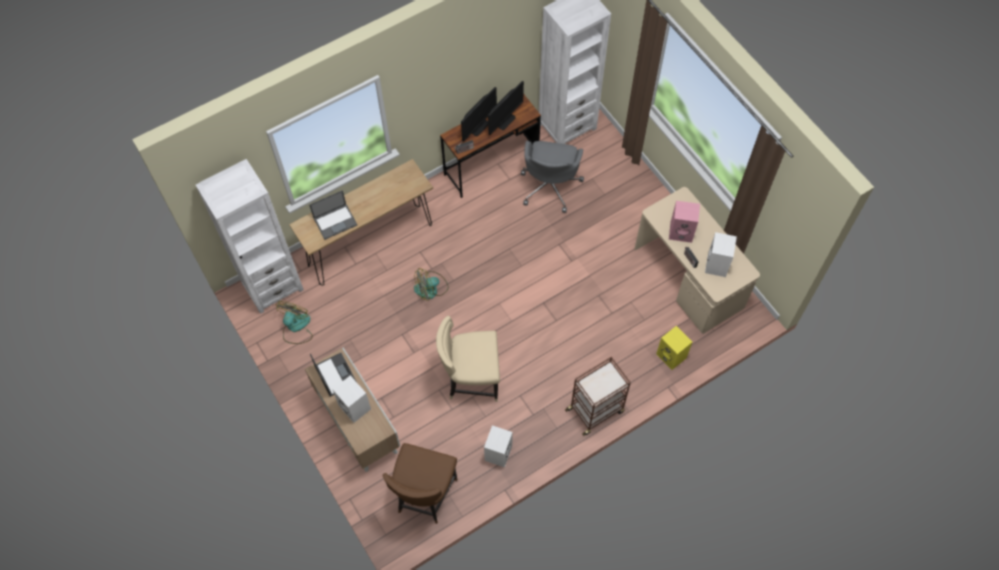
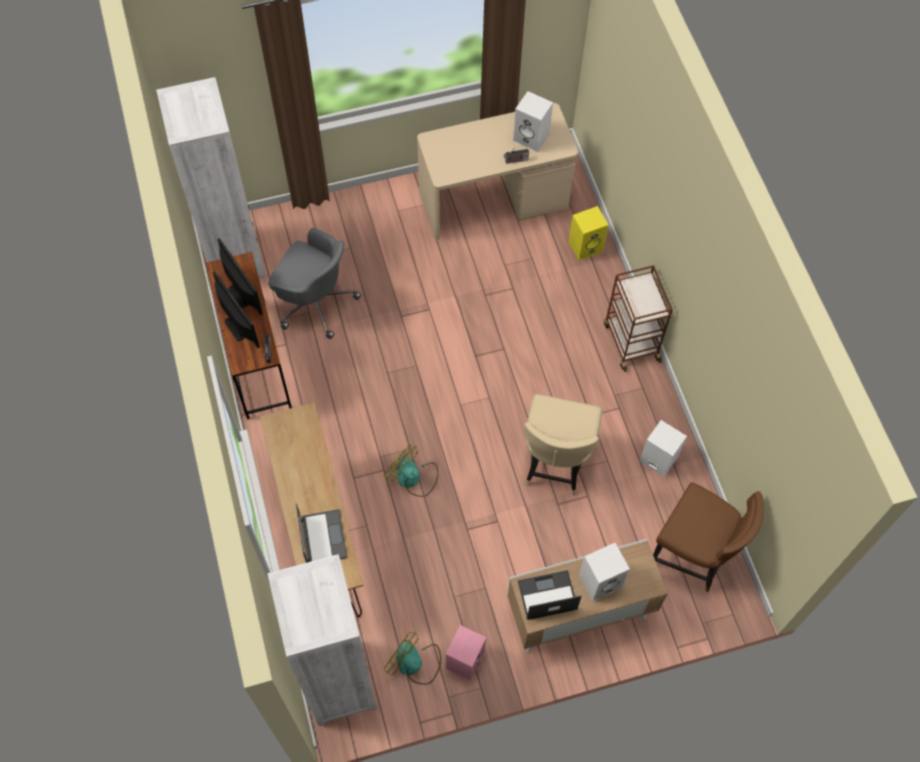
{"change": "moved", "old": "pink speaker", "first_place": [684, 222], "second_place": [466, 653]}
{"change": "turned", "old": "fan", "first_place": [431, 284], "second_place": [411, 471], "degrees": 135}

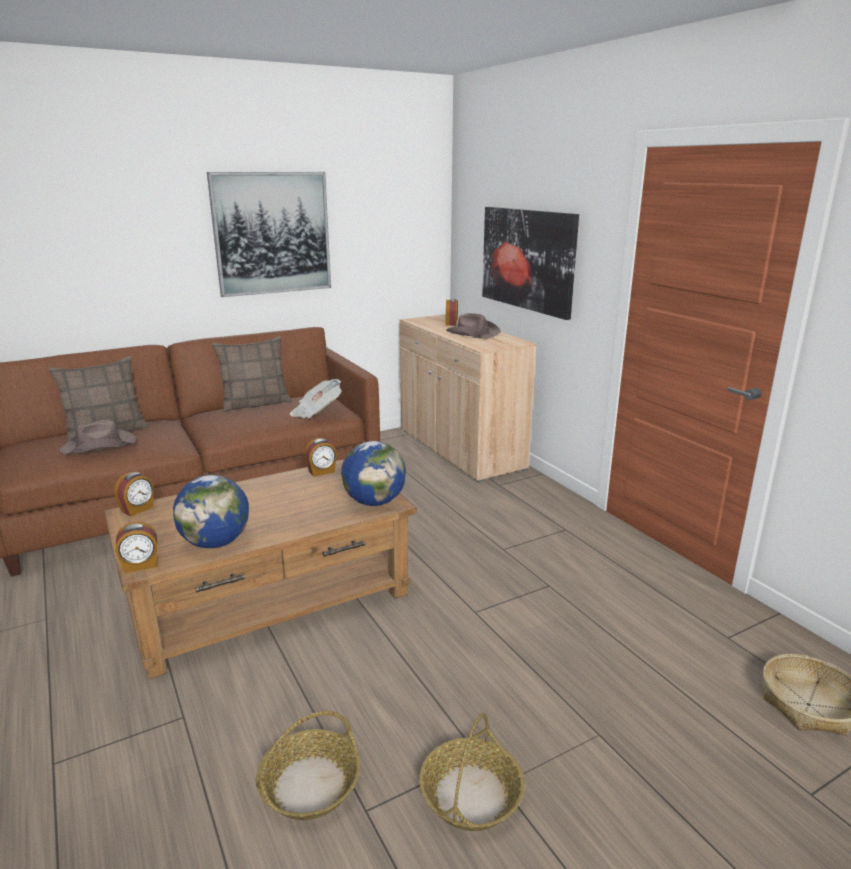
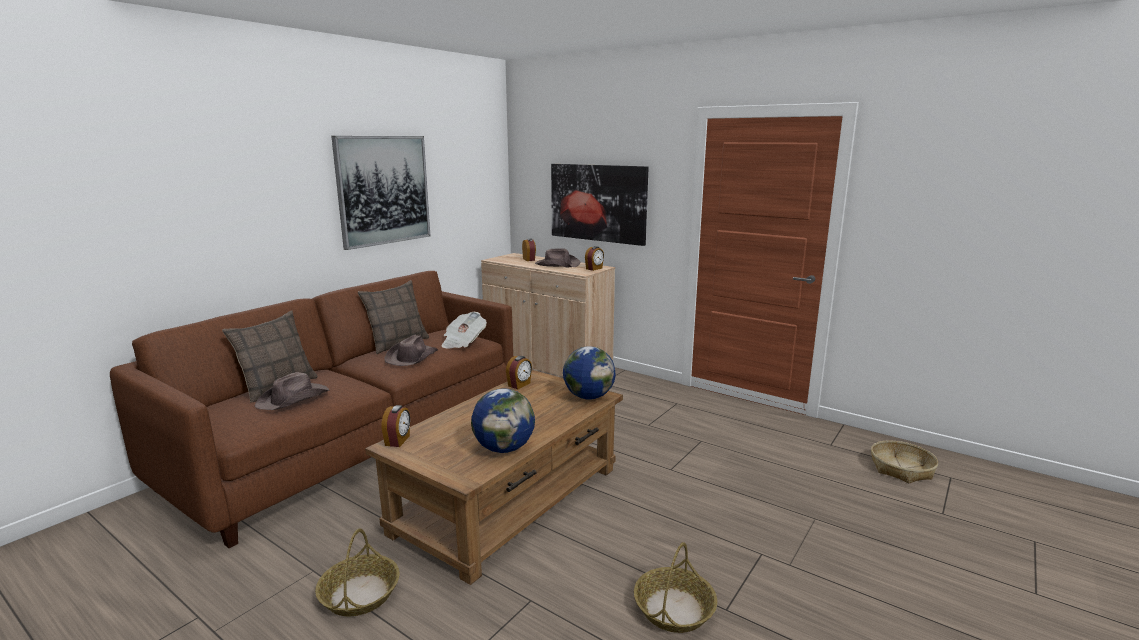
{"change": "added", "new": "brown hat", "second_place": [411, 350]}
{"change": "moved", "old": "alarm clock", "first_place": [136, 547], "second_place": [594, 258]}
{"change": "moved", "old": "basket", "first_place": [472, 772], "second_place": [357, 572]}

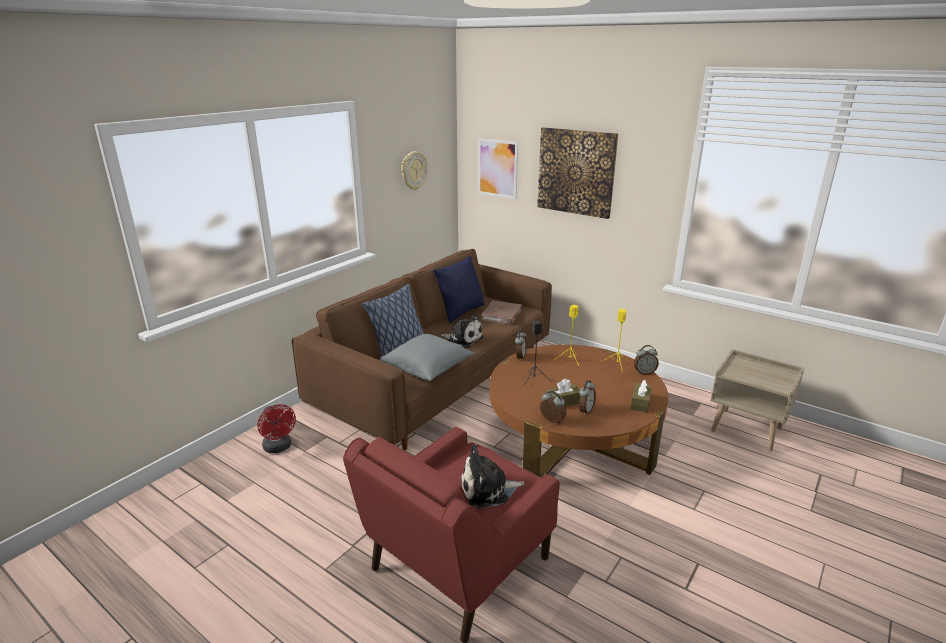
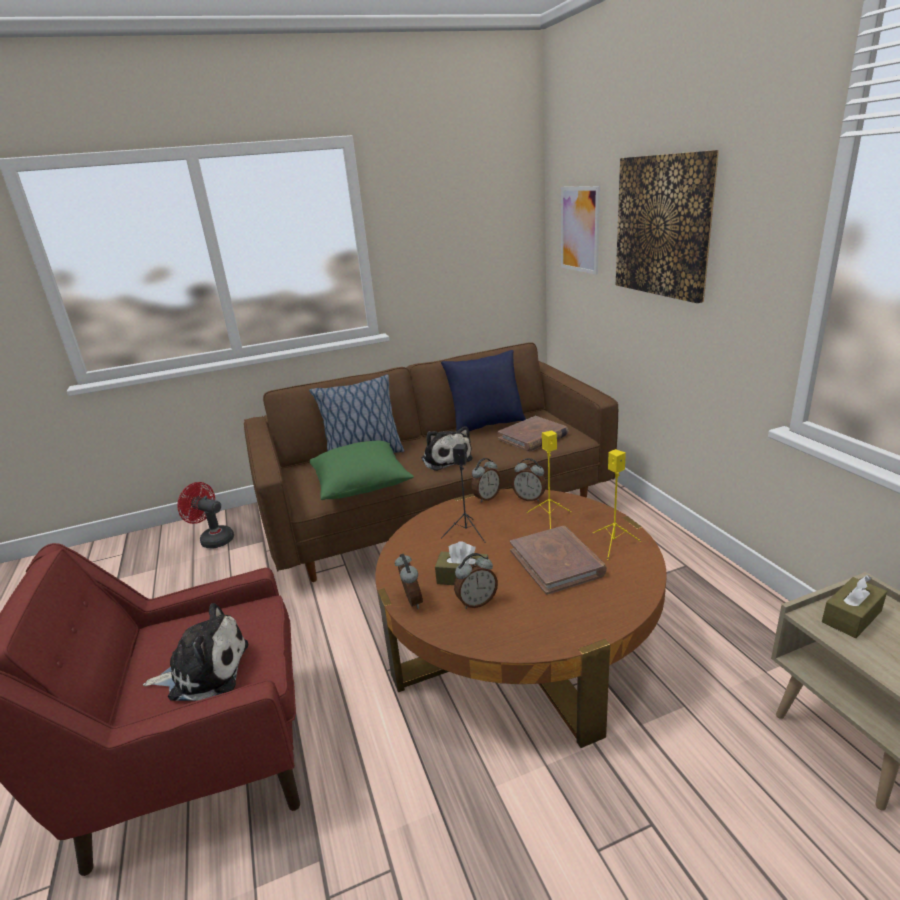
{"change": "removed", "old": "wall clock", "first_place": [414, 170]}
{"change": "added", "new": "brown book", "second_place": [558, 560]}
{"change": "moved", "old": "brown tissue box", "first_place": [641, 395], "second_place": [854, 606]}
{"change": "moved", "old": "alarm clock", "first_place": [646, 360], "second_place": [529, 480]}
{"change": "recoloured", "old": "grey pillow", "new": "green pillow", "first_place": [427, 357], "second_place": [362, 470]}
{"change": "turned", "old": "red fan", "first_place": [276, 428], "second_place": [205, 515], "degrees": 120}
{"change": "turned", "old": "plush toy", "first_place": [492, 476], "second_place": [195, 652], "degrees": 150}

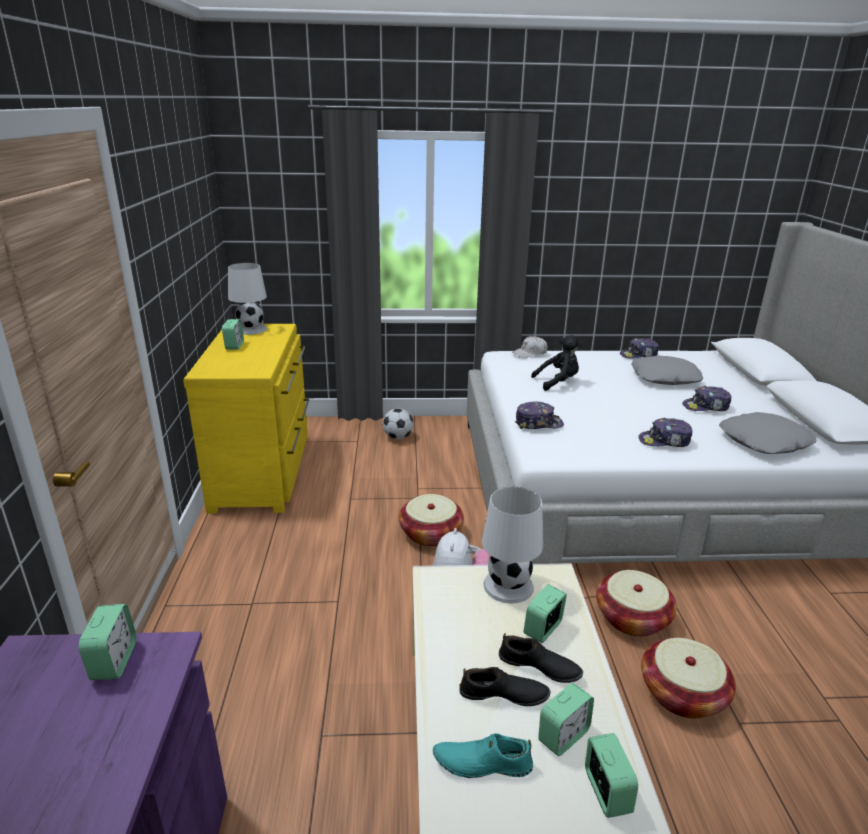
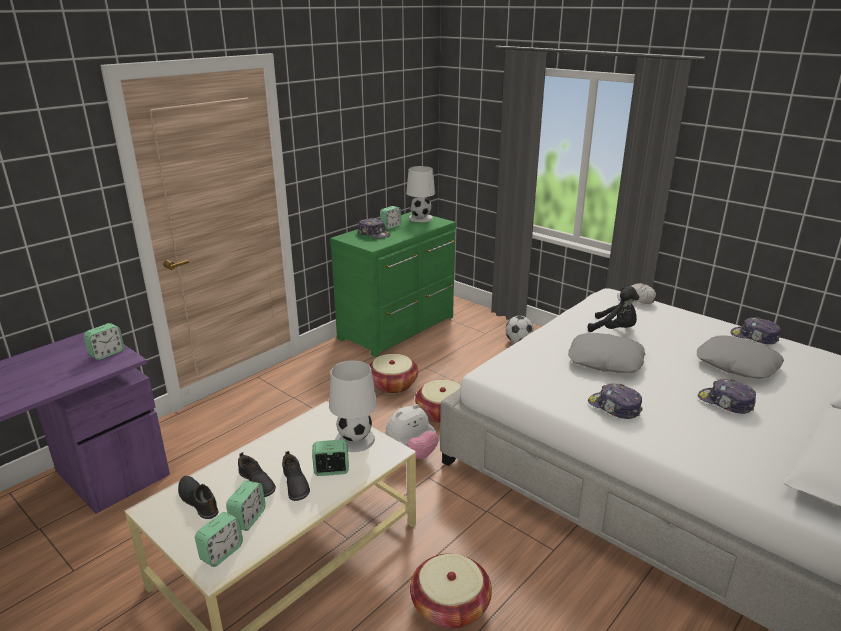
{"change": "moved", "old": "cap", "first_place": [539, 415], "second_place": [374, 228]}
{"change": "moved", "old": "basket", "first_place": [636, 603], "second_place": [393, 374]}
{"change": "moved", "old": "grey pillow", "first_place": [767, 433], "second_place": [606, 353]}
{"change": "recoloured", "old": "yellow dresser", "new": "green dresser", "first_place": [246, 419], "second_place": [393, 284]}
{"change": "recoloured", "old": "turquoise shoe", "new": "black shoe", "first_place": [483, 755], "second_place": [198, 497]}
{"change": "turned", "old": "alarm clock", "first_place": [566, 719], "second_place": [246, 505], "degrees": -75}

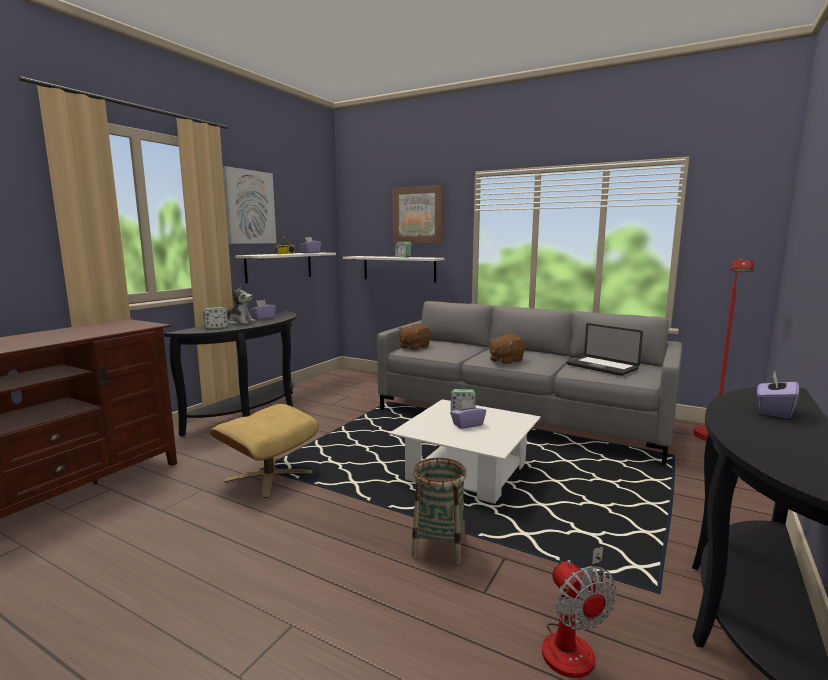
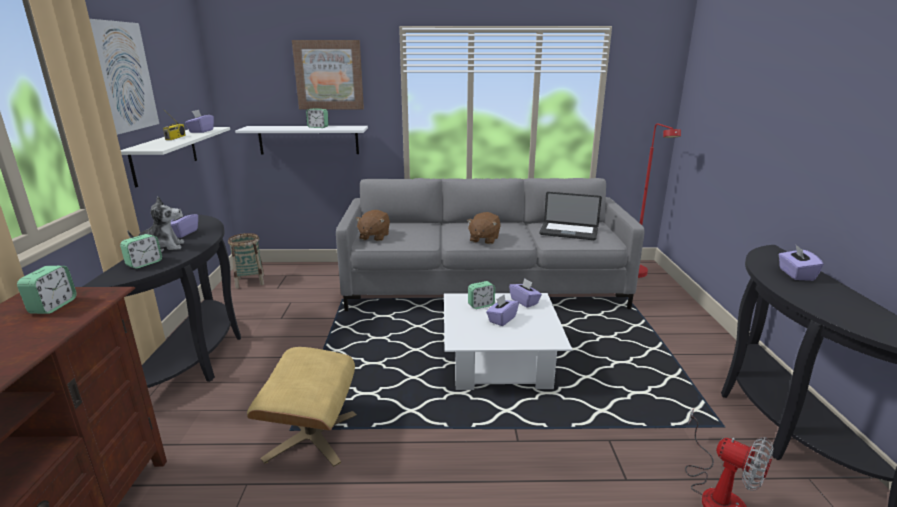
{"change": "added", "new": "alarm clock", "second_place": [47, 290]}
{"change": "added", "new": "purple tissue box", "second_place": [525, 293]}
{"change": "moved", "old": "basket", "first_place": [439, 511], "second_place": [246, 260]}

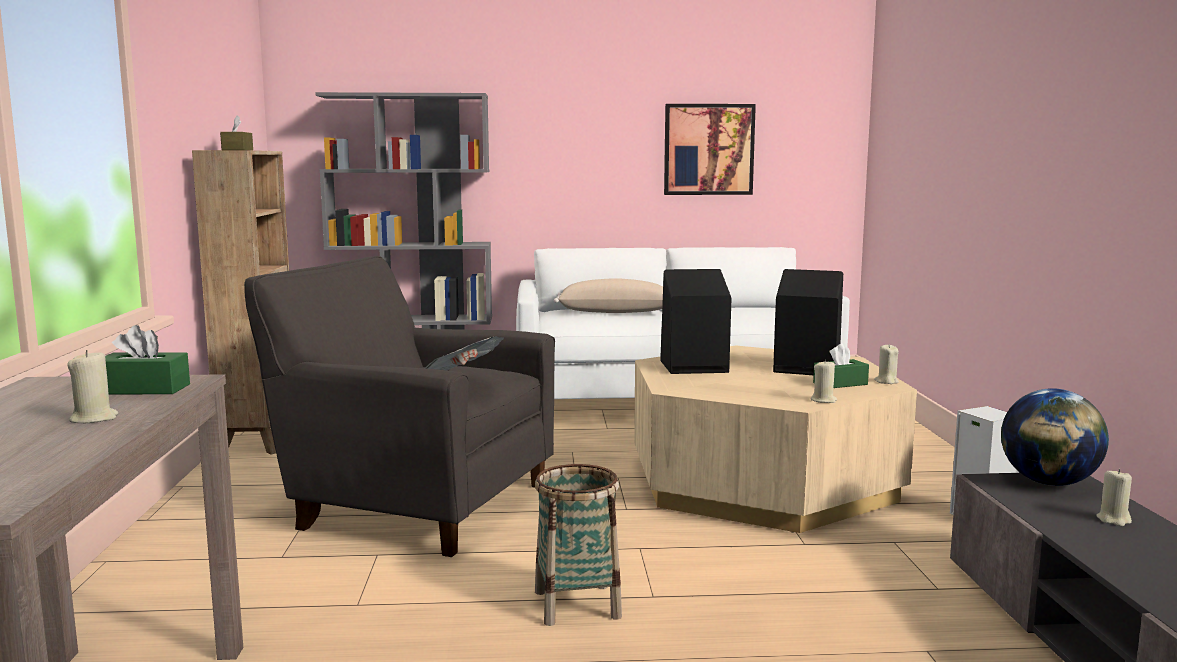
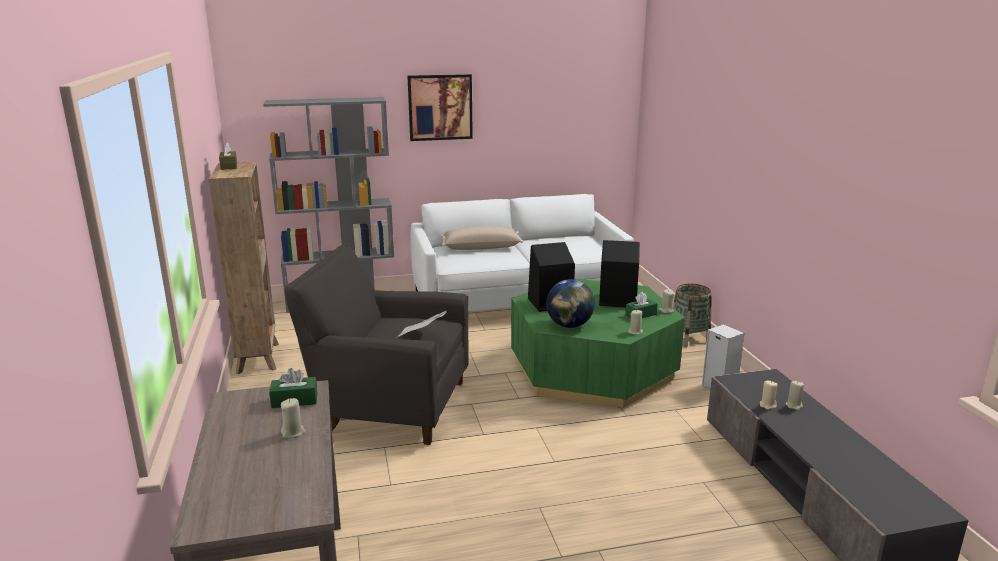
{"change": "added", "new": "beige candle", "second_place": [769, 395]}
{"change": "moved", "old": "basket", "first_place": [578, 545], "second_place": [692, 315]}
{"change": "moved", "old": "picture", "first_place": [710, 149], "second_place": [440, 107]}
{"change": "moved", "old": "globe", "first_place": [1055, 437], "second_place": [570, 303]}
{"change": "recoloured", "old": "beige coffee table", "new": "green coffee table", "first_place": [775, 439], "second_place": [598, 343]}

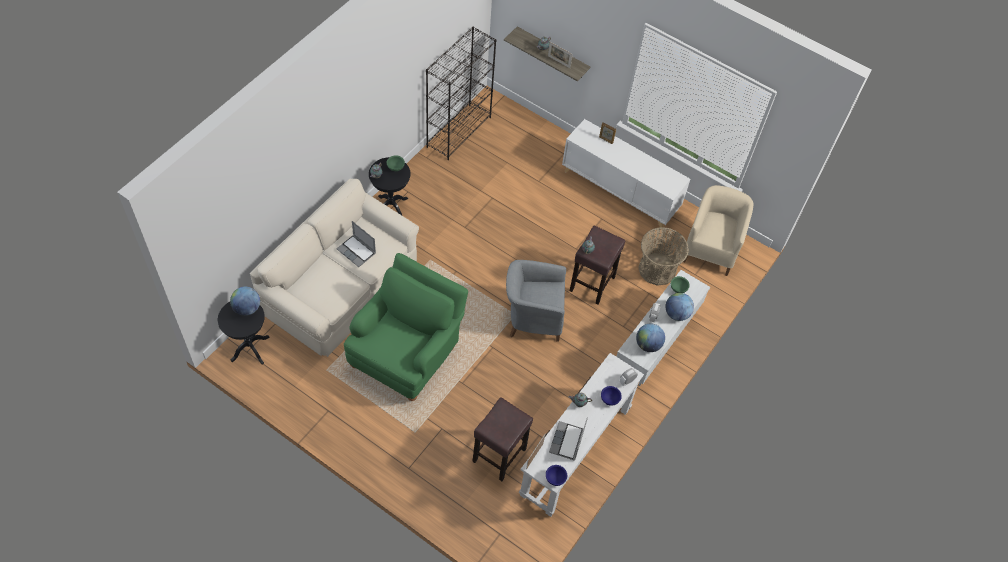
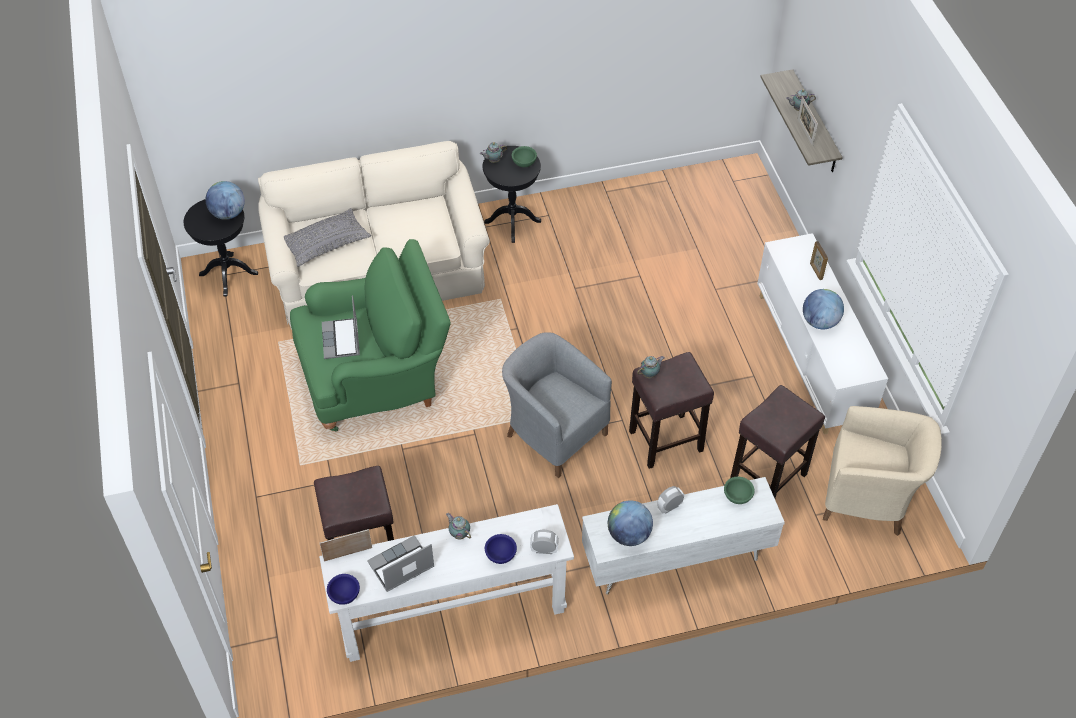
{"change": "removed", "old": "black bookcase", "first_place": [461, 93]}
{"change": "added", "new": "grey pillow", "second_place": [327, 237]}
{"change": "moved", "old": "laptop", "first_place": [356, 244], "second_place": [341, 327]}
{"change": "moved", "old": "globe", "first_place": [679, 307], "second_place": [823, 309]}
{"change": "replaced", "old": "basket", "new": "brown stool", "first_place": [663, 256], "second_place": [777, 441]}
{"change": "turned", "old": "beige armchair", "first_place": [718, 230], "second_place": [882, 471], "degrees": 45}

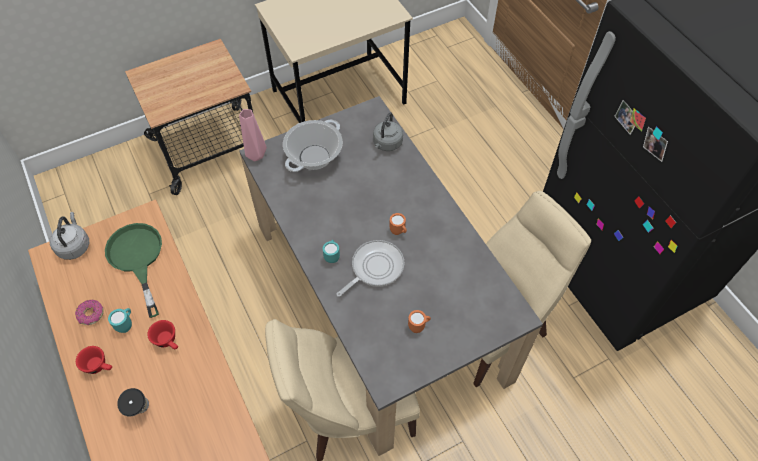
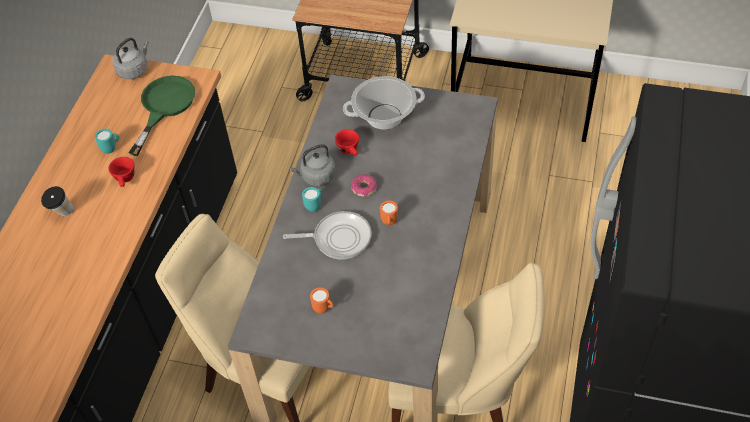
{"change": "removed", "old": "pink vase", "first_place": [253, 135]}
{"change": "moved", "old": "donut", "first_place": [89, 312], "second_place": [364, 185]}
{"change": "moved", "old": "red cup", "first_place": [94, 360], "second_place": [347, 142]}
{"change": "moved", "old": "grey kettle", "first_place": [388, 131], "second_place": [313, 165]}

